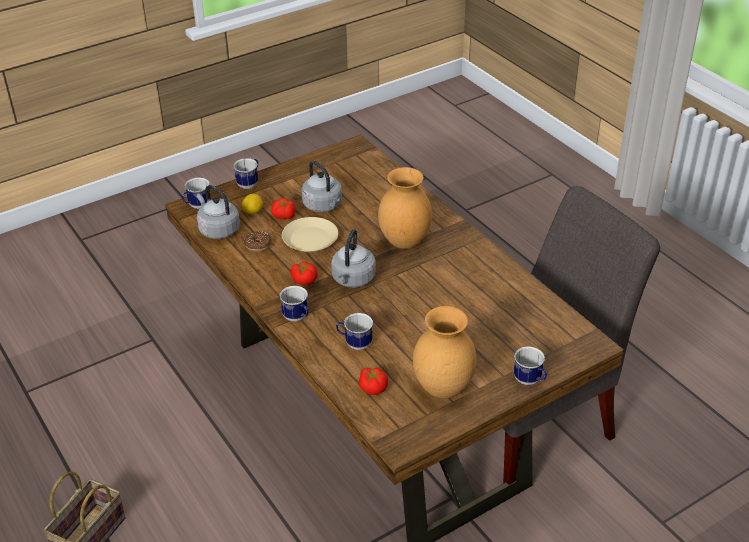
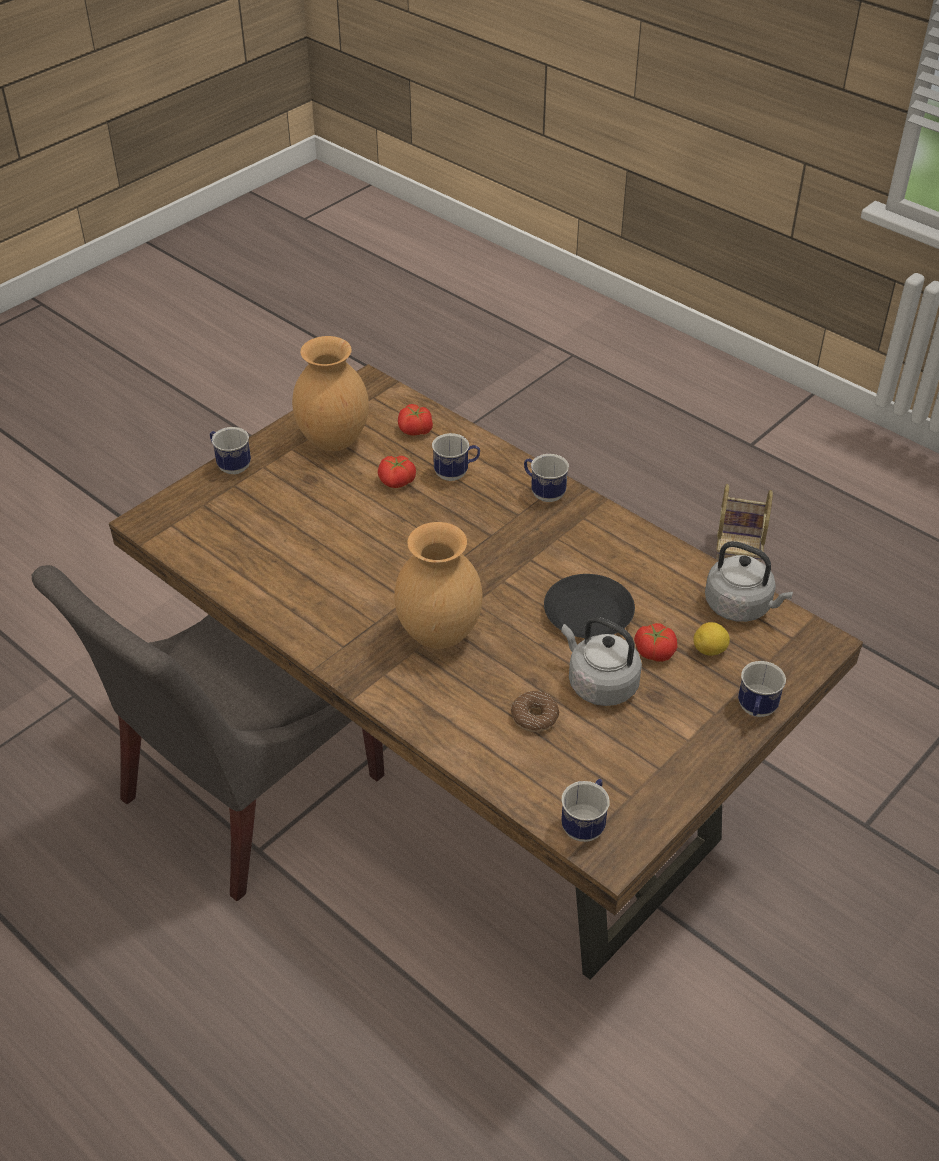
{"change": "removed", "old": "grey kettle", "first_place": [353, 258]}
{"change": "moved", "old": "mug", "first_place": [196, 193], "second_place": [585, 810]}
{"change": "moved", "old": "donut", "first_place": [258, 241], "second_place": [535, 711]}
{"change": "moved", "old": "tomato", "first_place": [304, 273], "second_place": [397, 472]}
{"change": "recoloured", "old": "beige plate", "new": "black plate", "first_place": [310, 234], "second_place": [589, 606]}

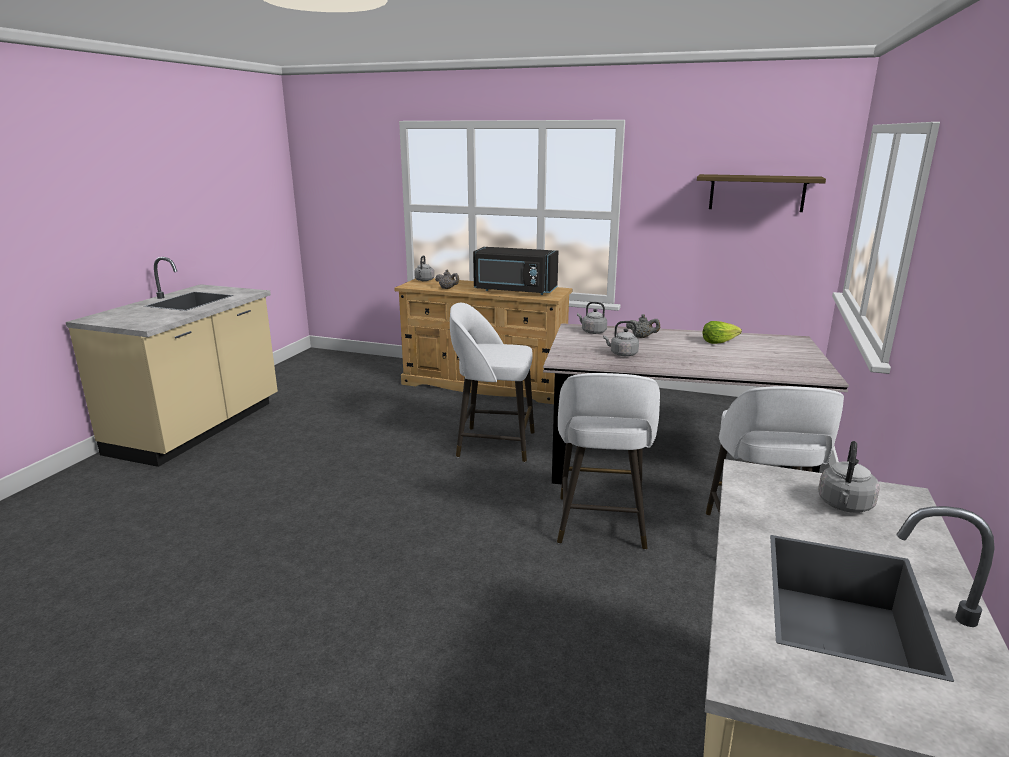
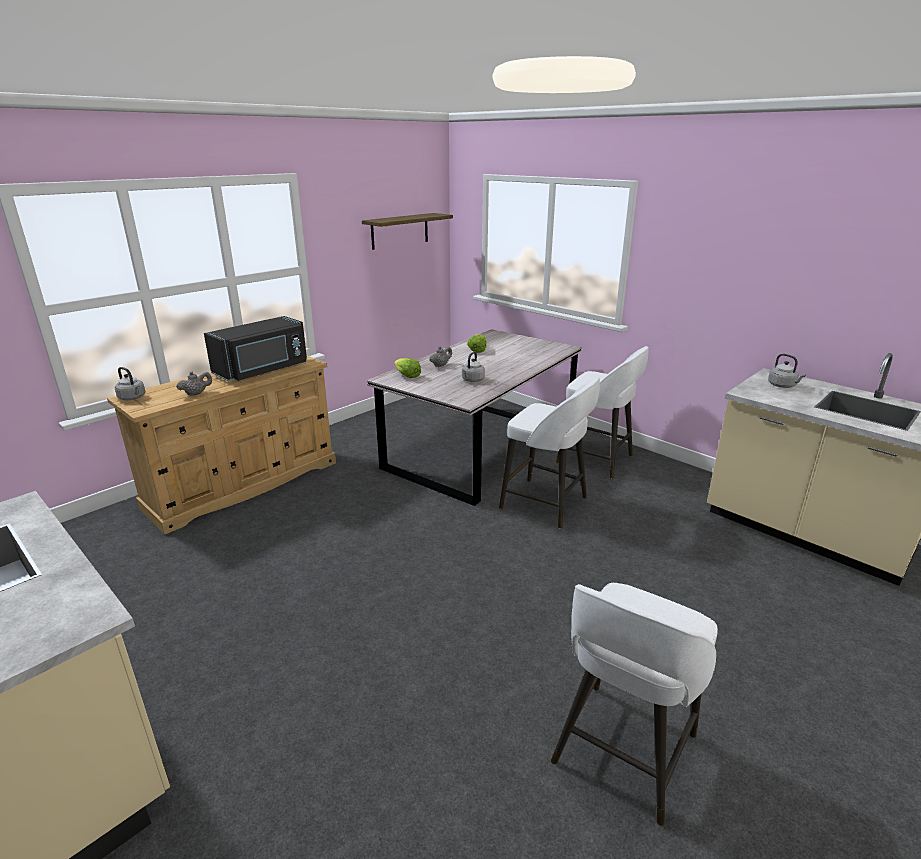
{"change": "moved", "old": "white stool", "first_place": [492, 382], "second_place": [634, 704]}
{"change": "replaced", "old": "grey kettle", "new": "lettuce", "first_place": [592, 318], "second_place": [407, 368]}

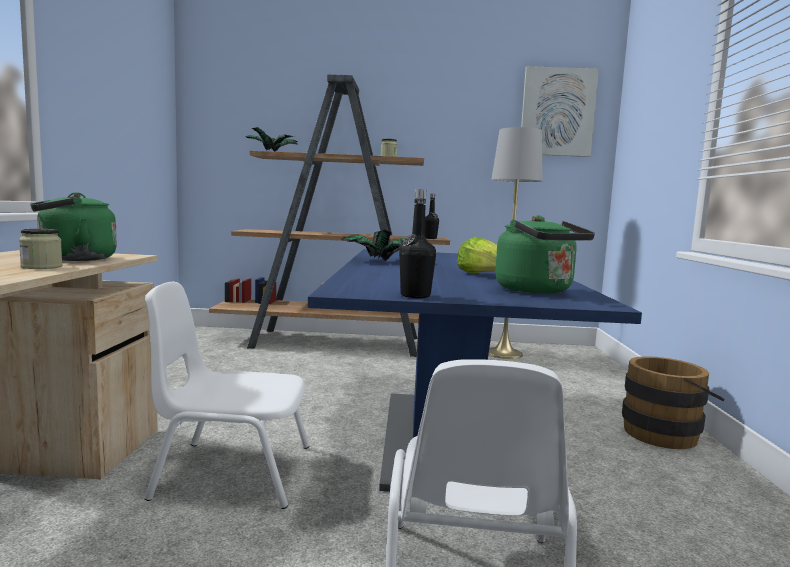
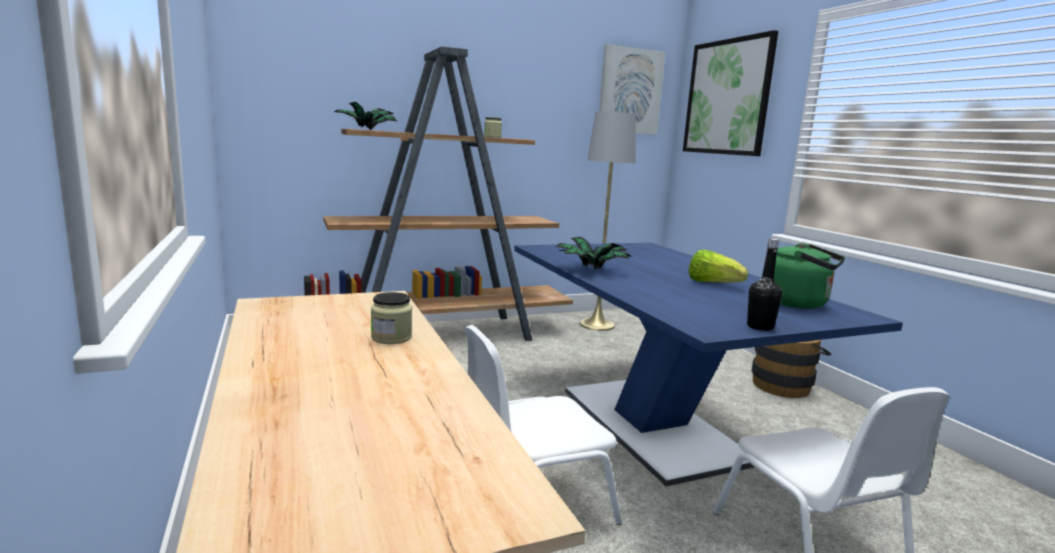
{"change": "removed", "old": "green kettle", "first_place": [73, 226]}
{"change": "removed", "old": "black bottle", "first_place": [432, 216]}
{"change": "added", "new": "picture", "second_place": [730, 93]}

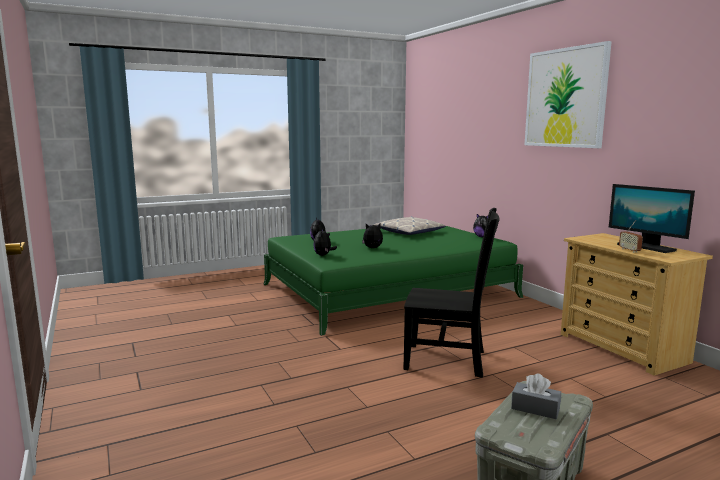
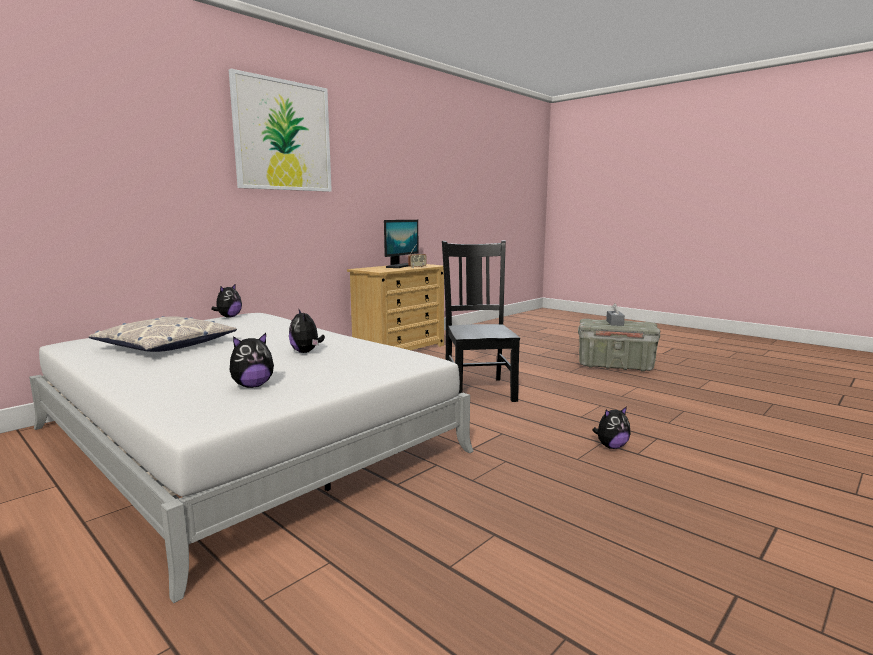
{"change": "moved", "old": "plush toy", "first_place": [325, 242], "second_place": [611, 427]}
{"change": "recoloured", "old": "green bed", "new": "white bed", "first_place": [393, 281], "second_place": [251, 458]}

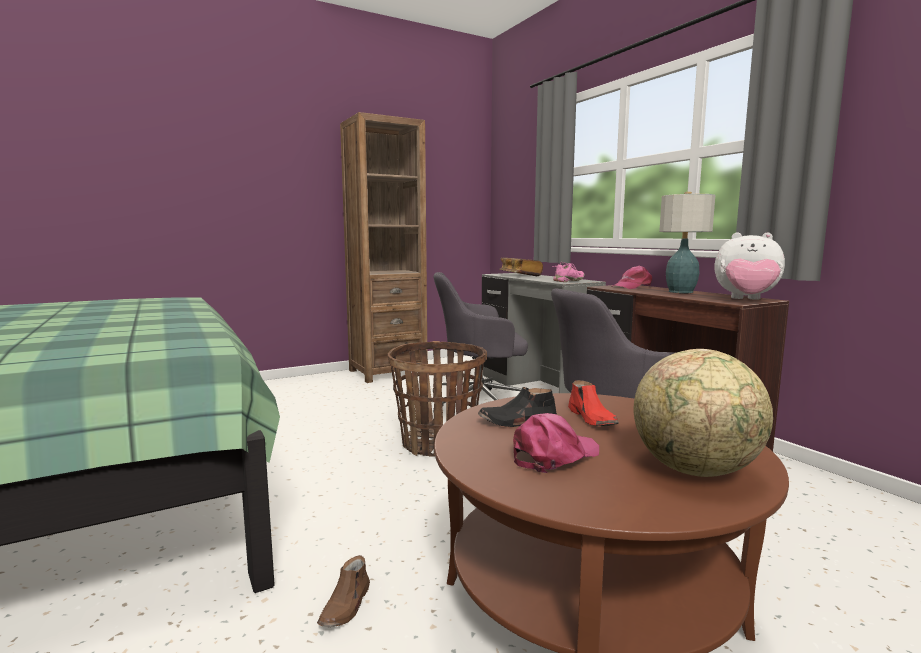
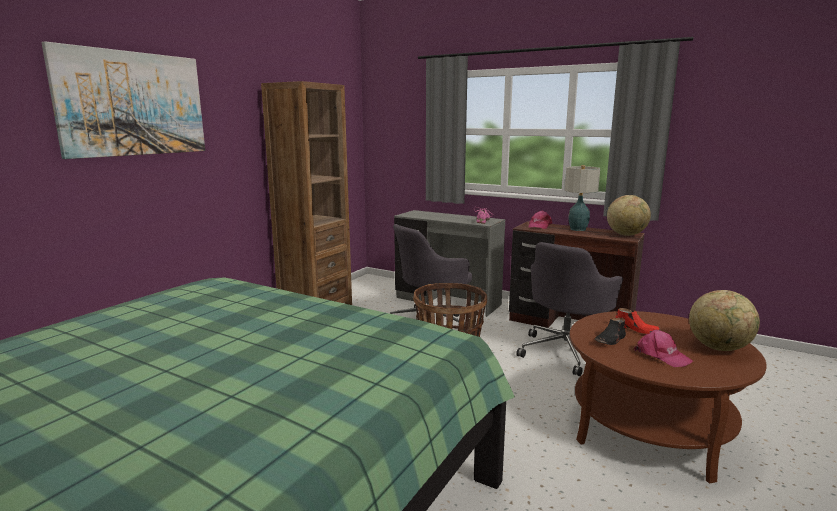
{"change": "removed", "old": "brown shoe", "first_place": [343, 591]}
{"change": "removed", "old": "book", "first_place": [521, 267]}
{"change": "added", "new": "picture", "second_place": [123, 100]}
{"change": "replaced", "old": "plush toy", "new": "globe", "first_place": [750, 266], "second_place": [629, 215]}
{"change": "turned", "old": "pink cap", "first_place": [556, 443], "second_place": [663, 348], "degrees": 120}

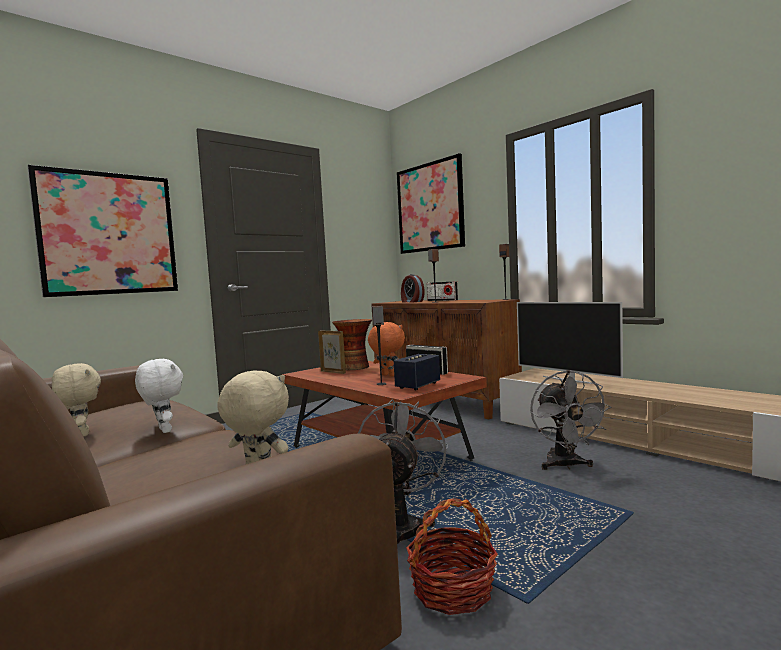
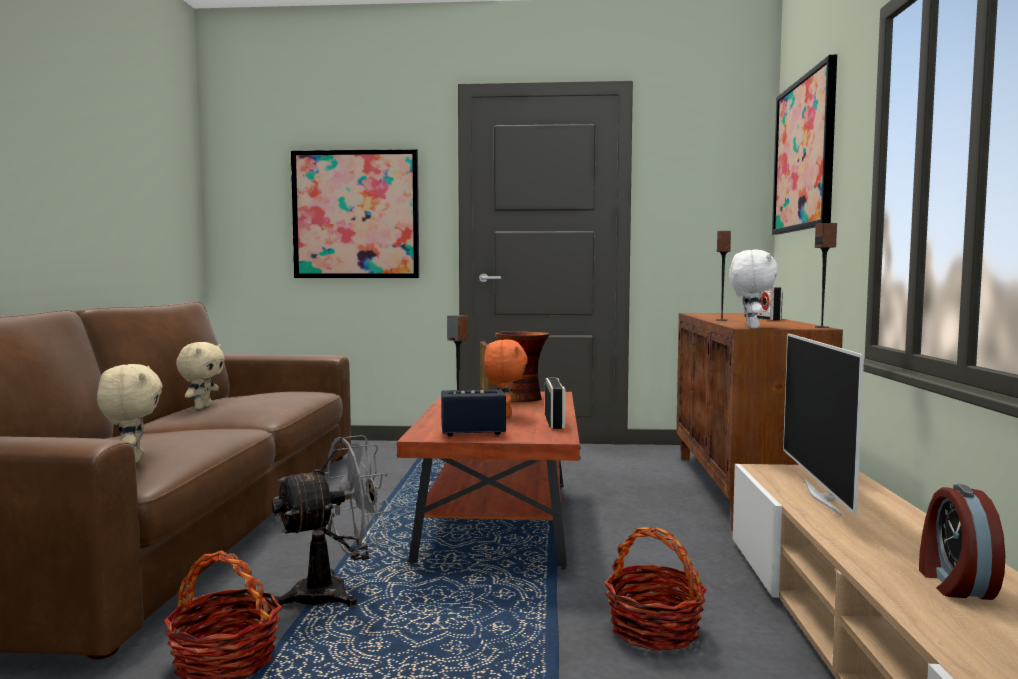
{"change": "moved", "old": "white plush toy", "first_place": [159, 396], "second_place": [753, 289]}
{"change": "moved", "old": "alarm clock", "first_place": [413, 288], "second_place": [962, 542]}
{"change": "replaced", "old": "grey fan", "new": "basket", "first_place": [571, 420], "second_place": [655, 589]}

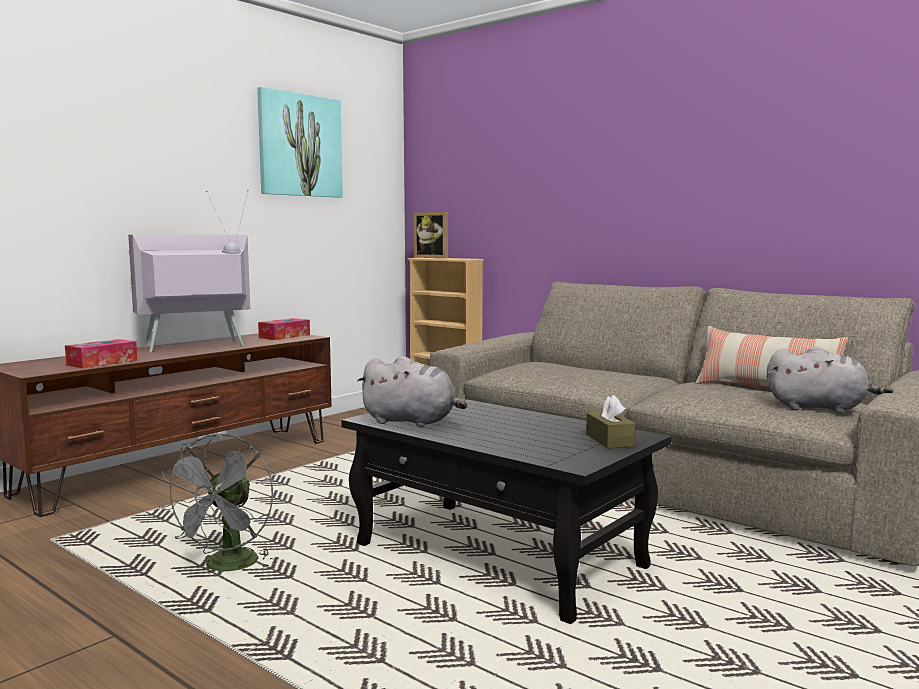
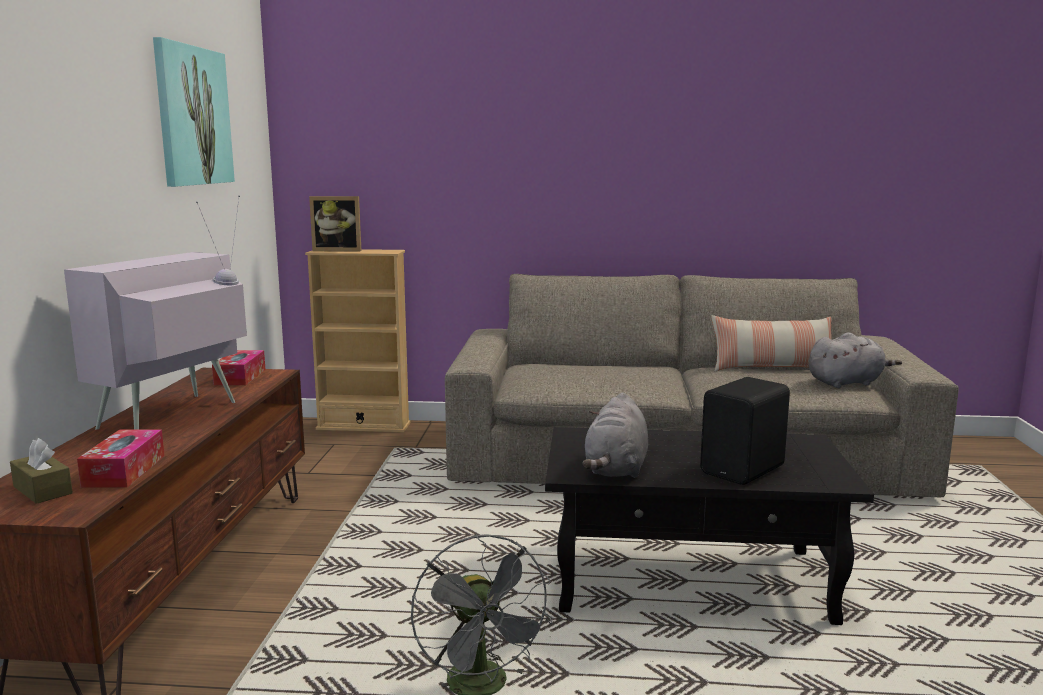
{"change": "added", "new": "black speaker", "second_place": [745, 431]}
{"change": "moved", "old": "brown tissue box", "first_place": [610, 422], "second_place": [41, 471]}
{"change": "turned", "old": "grey plush toy", "first_place": [412, 391], "second_place": [615, 435], "degrees": 120}

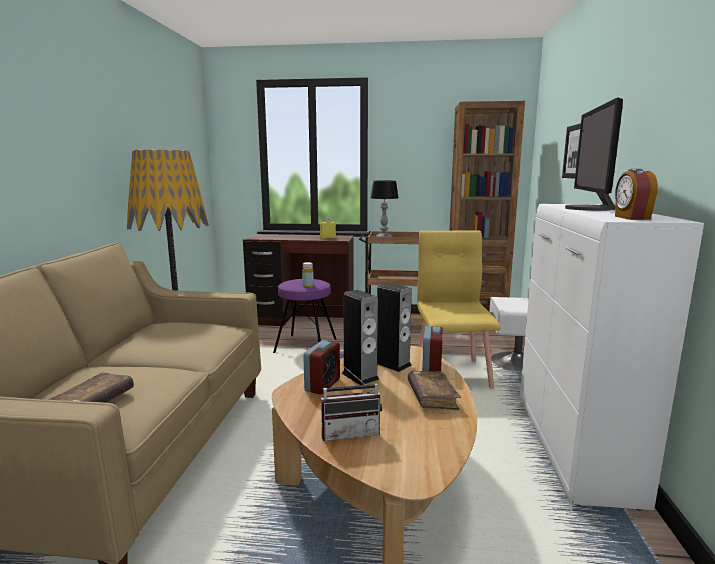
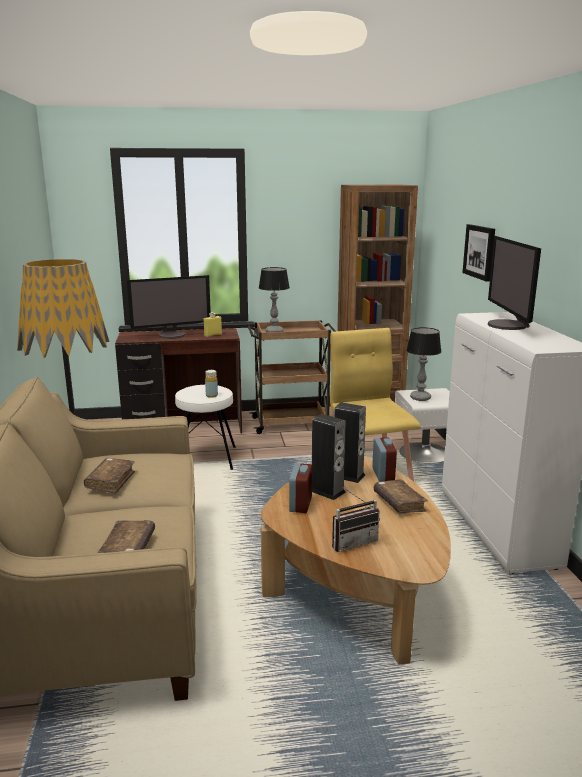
{"change": "removed", "old": "alarm clock", "first_place": [636, 194]}
{"change": "added", "new": "brown book", "second_place": [109, 476]}
{"change": "added", "new": "monitor", "second_place": [169, 307]}
{"change": "added", "new": "table lamp", "second_place": [423, 364]}
{"change": "recoloured", "old": "purple stool", "new": "white stool", "first_place": [305, 316], "second_place": [205, 427]}

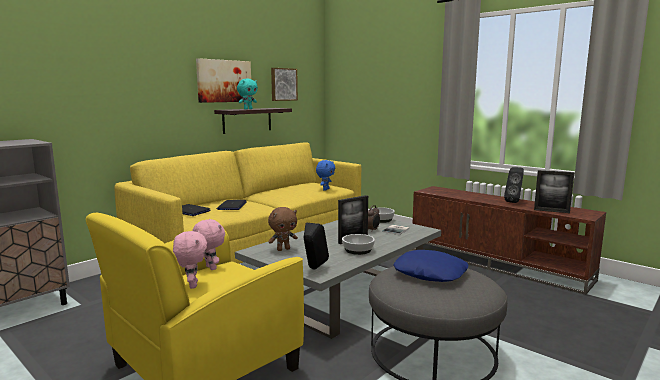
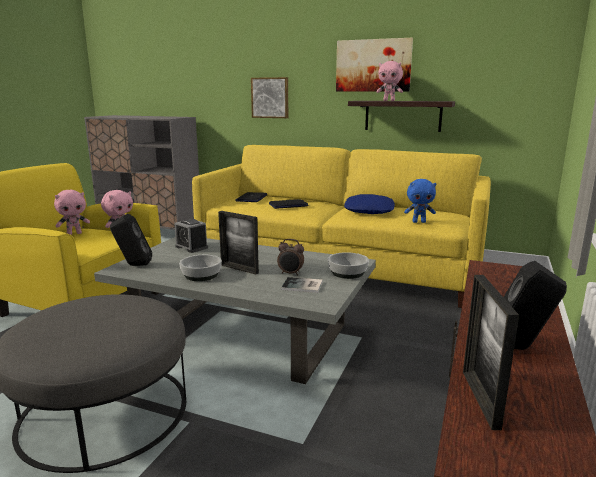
{"change": "moved", "old": "picture", "first_place": [284, 84], "second_place": [269, 97]}
{"change": "moved", "old": "blue pillow", "first_place": [430, 266], "second_place": [369, 204]}
{"change": "replaced", "old": "brown plush toy", "new": "alarm clock", "first_place": [283, 229], "second_place": [191, 236]}
{"change": "recoloured", "old": "turquoise plush toy", "new": "pink plush toy", "first_place": [247, 94], "second_place": [389, 81]}

